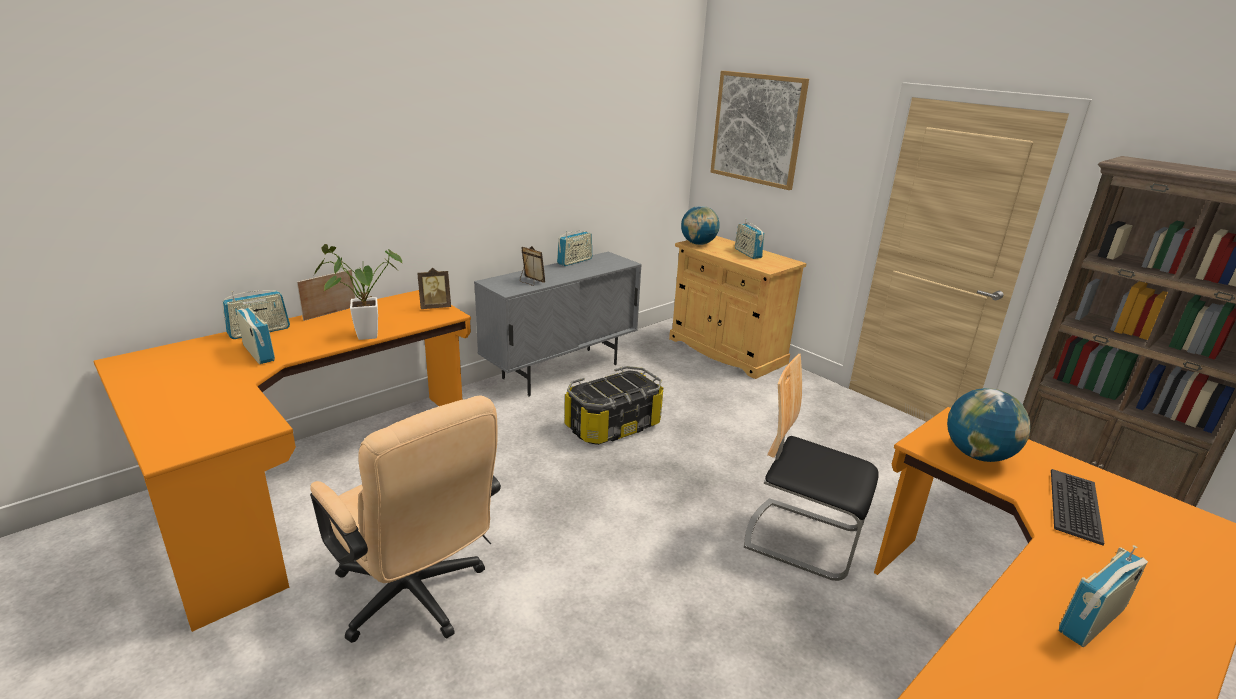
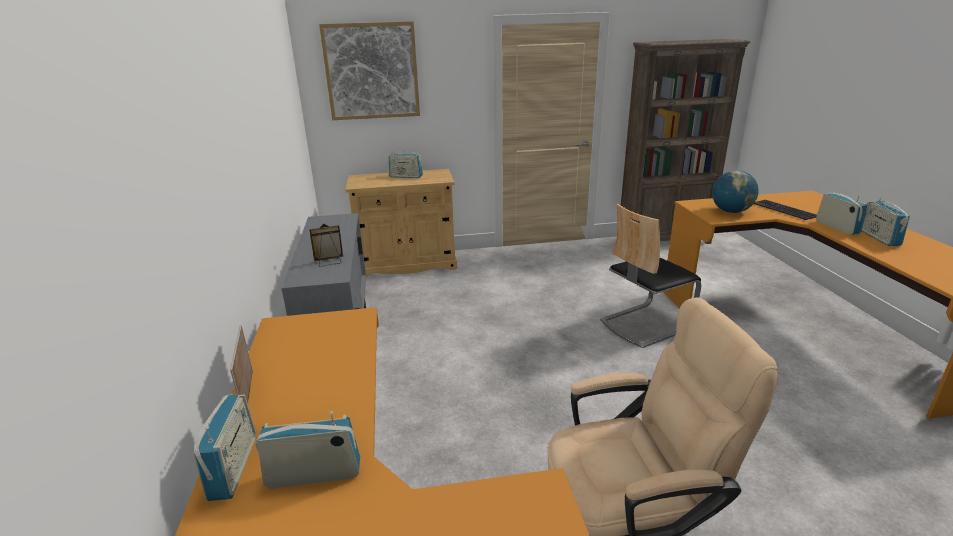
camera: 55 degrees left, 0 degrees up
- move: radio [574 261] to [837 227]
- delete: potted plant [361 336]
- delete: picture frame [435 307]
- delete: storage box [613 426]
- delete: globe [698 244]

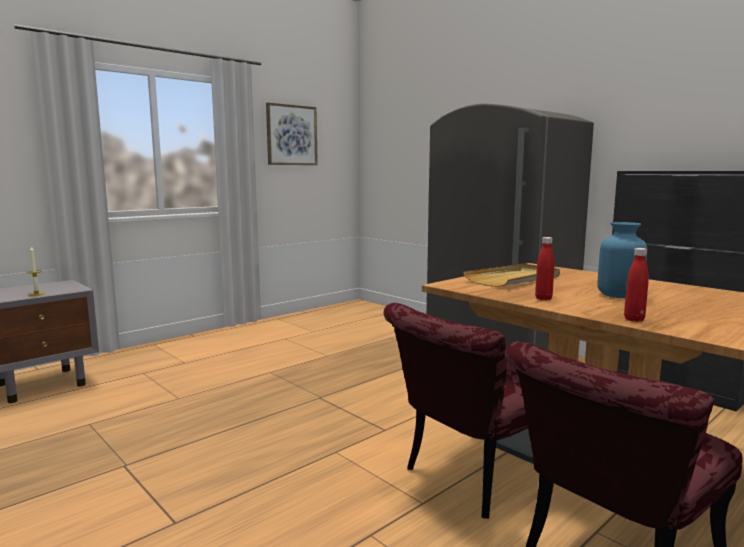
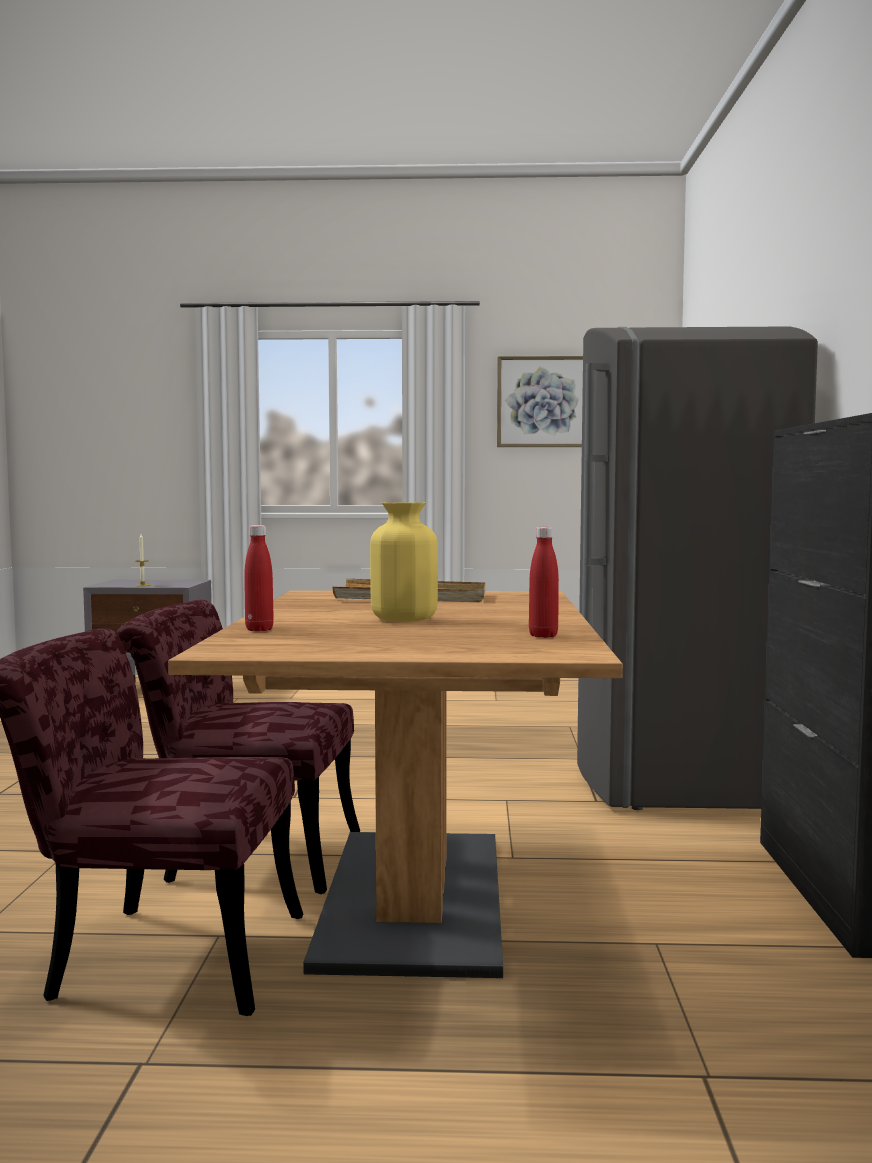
camera: 45 degrees right, 5 degrees down
- recolor: vase (blue) [619 295] to vase (yellow) [404 619]
- move: bottle (red) [543 298] to [543 636]

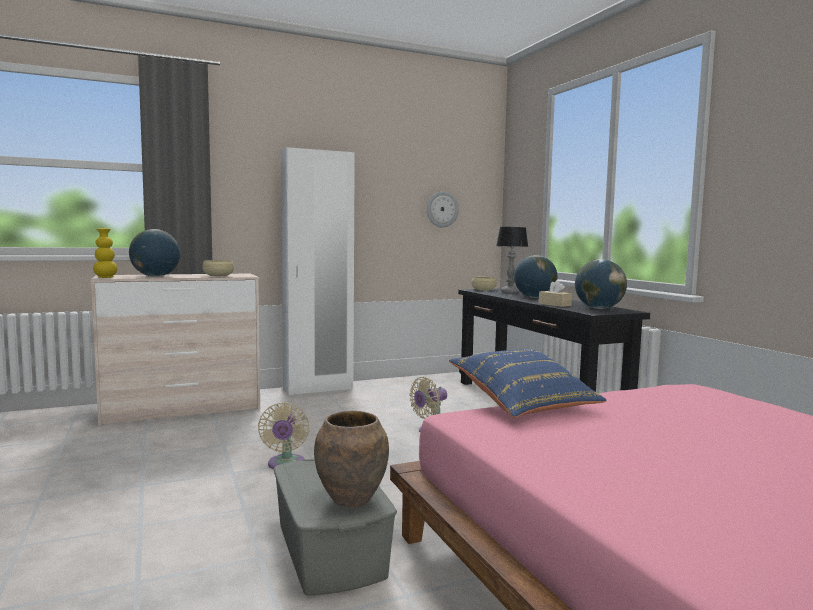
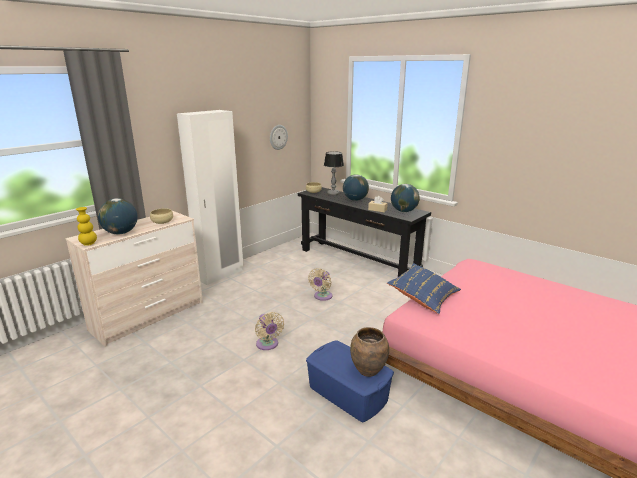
camera: 25 degrees left, 15 degrees up
- recolor: storage box (grey) [329 550] to storage box (blue) [348 394]

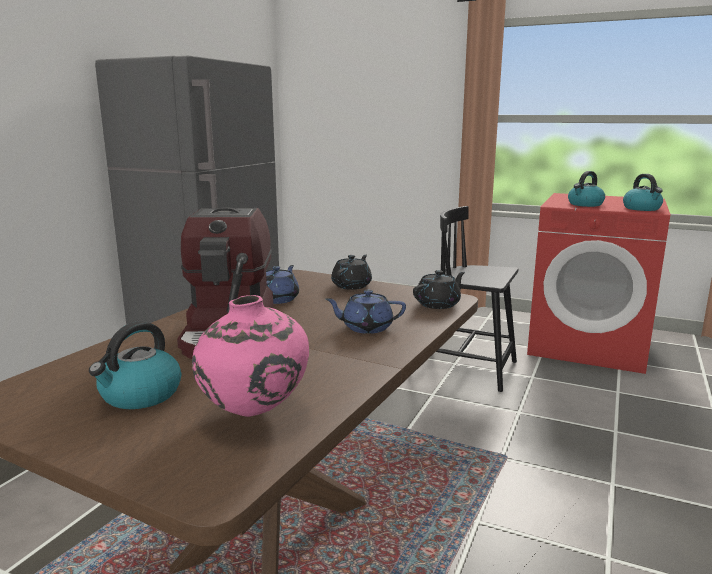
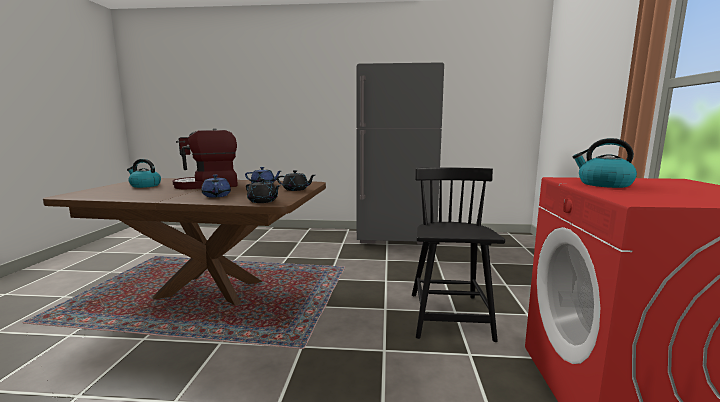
camera: 70 degrees right, 5 degrees down
- delete: vase (pink) [254 414]
- delete: kettle [642 208]

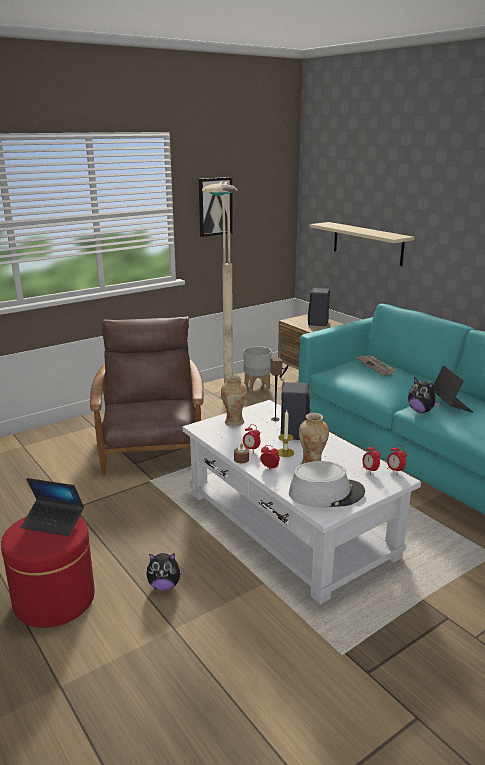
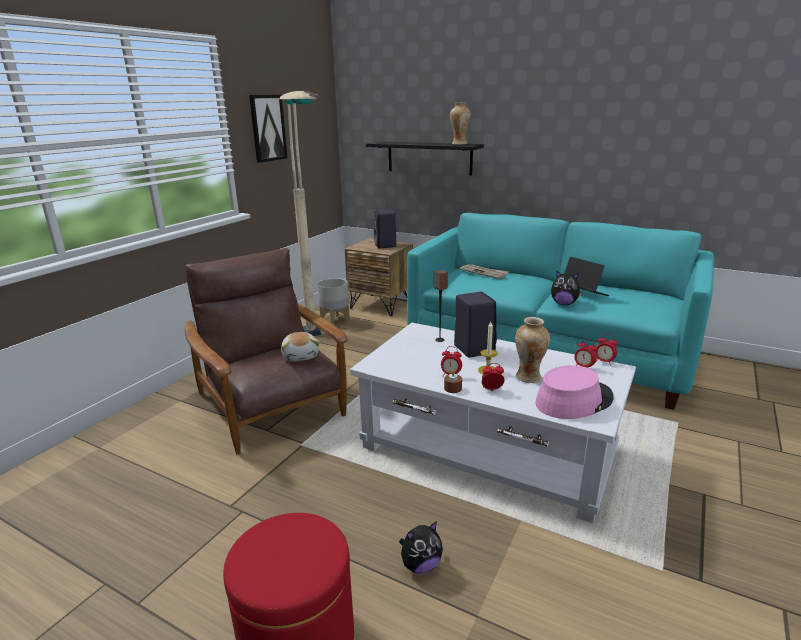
camera: 25 degrees left, 0 degrees up
- insert: plush toy [301 356]
- recolor: shelf (beige) [367 243] to shelf (black) [429 158]
- move: vase [234 422] to [459 144]
- recolor: hat (grey) [326 493] to hat (pink) [573 400]
- delete: laptop [53 522]

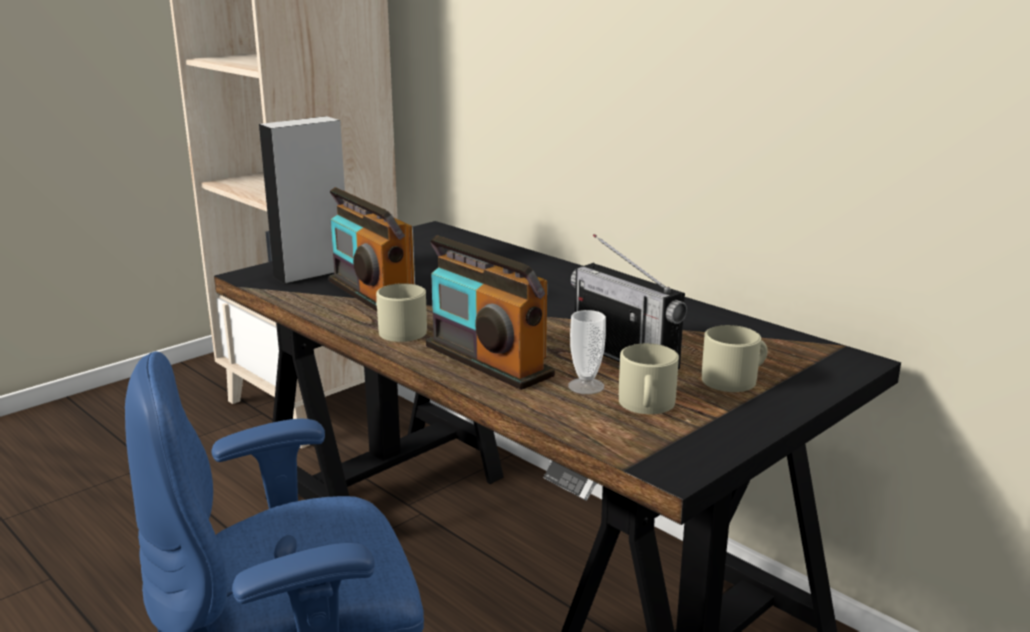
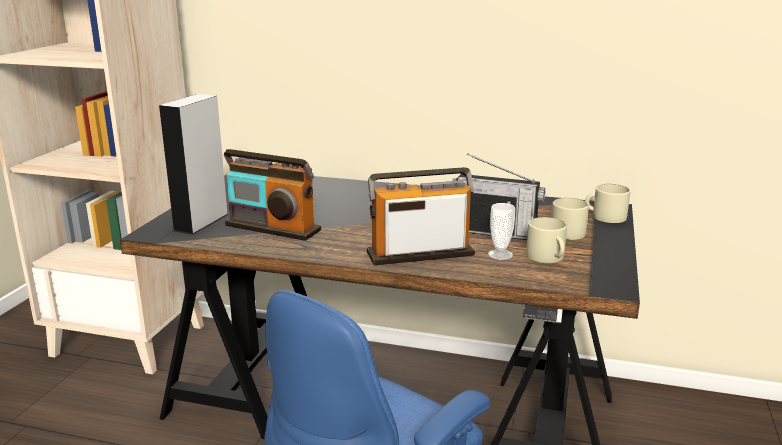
camera: 30 degrees left, 0 degrees up
- rotate: radio [487 361] = [420 254] 150 degrees clockwise
- move: mug (beige) [398 330] to [605 216]

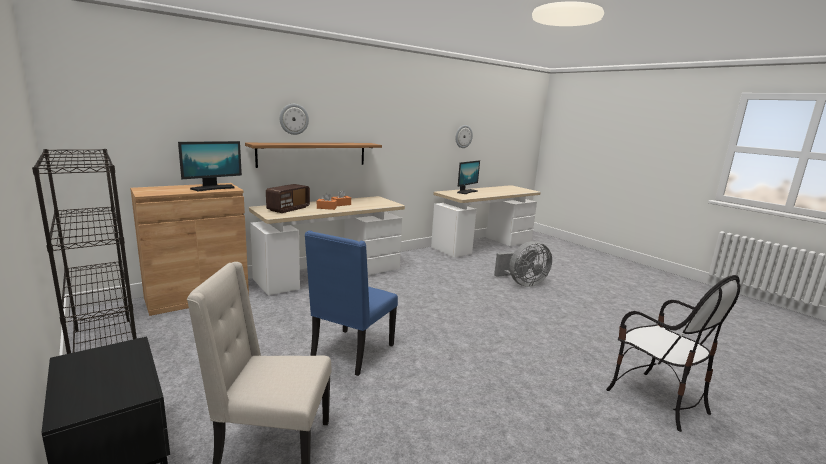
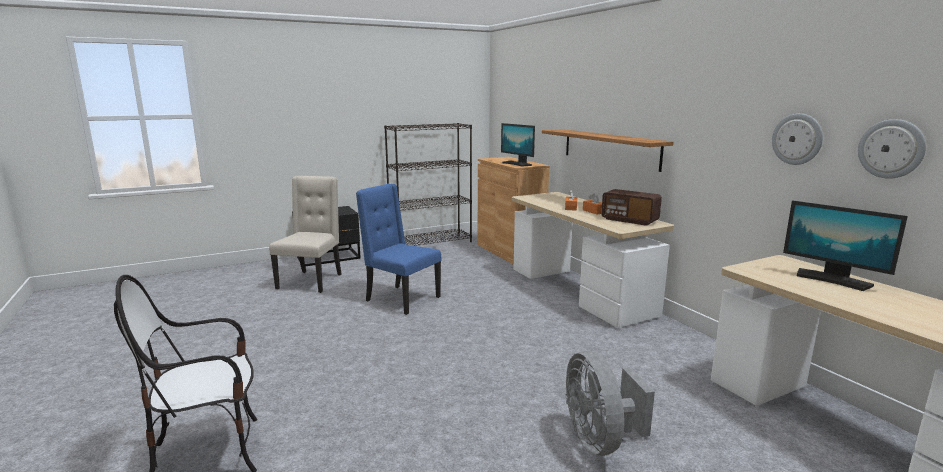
camera: 100 degrees right, 0 degrees up
- move: radio [288 209] to [629 220]
- move: wall clock [294 119] to [797 139]

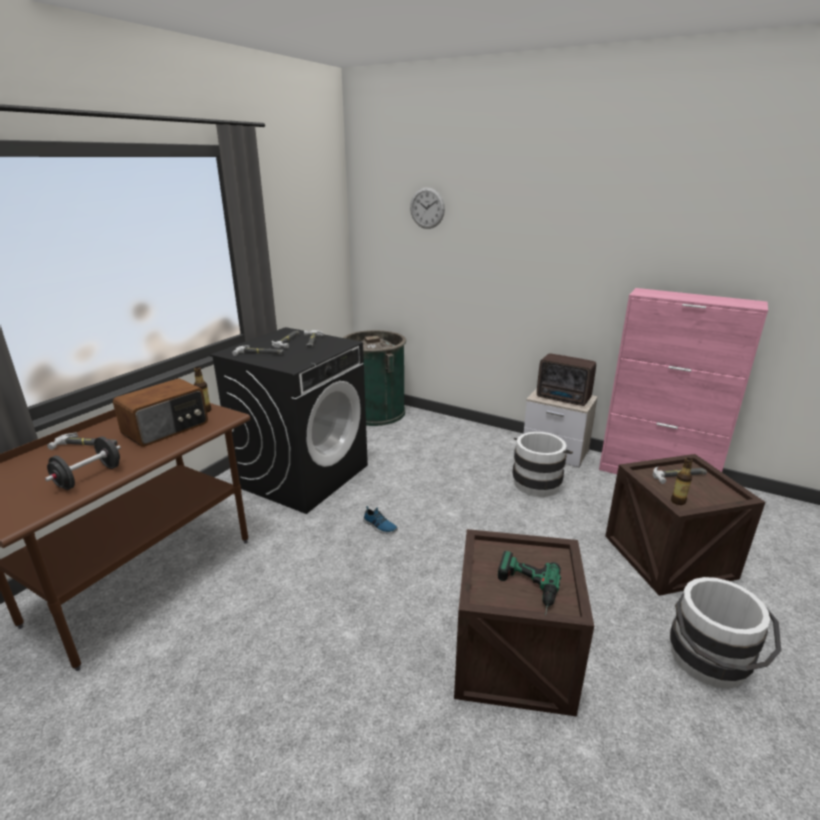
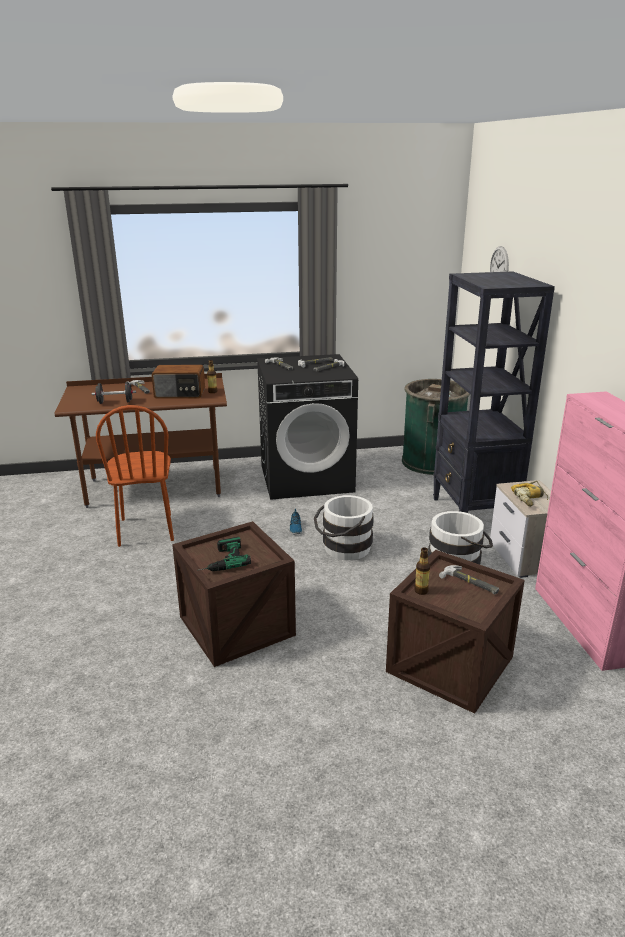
camera: 50 degrees right, 0 degrees up
- insert: chair (brown) [146 530]
- move: bucket (white) [710 664] to [343 549]
- insert: bookcase (black) [473 514]
- replace: radio [564 399] to power drill [530 498]

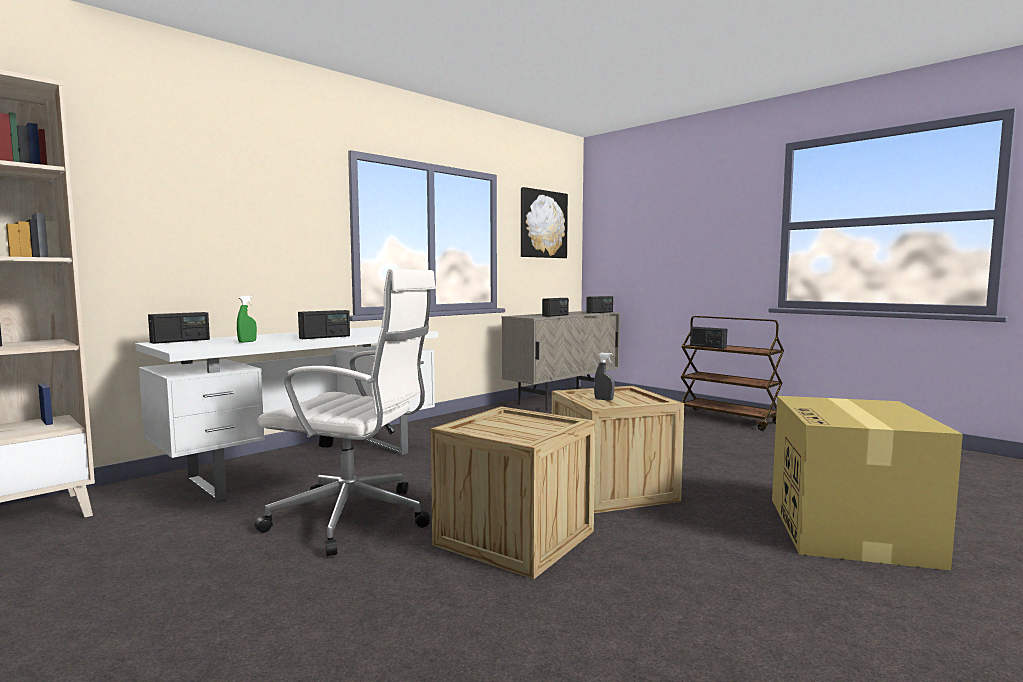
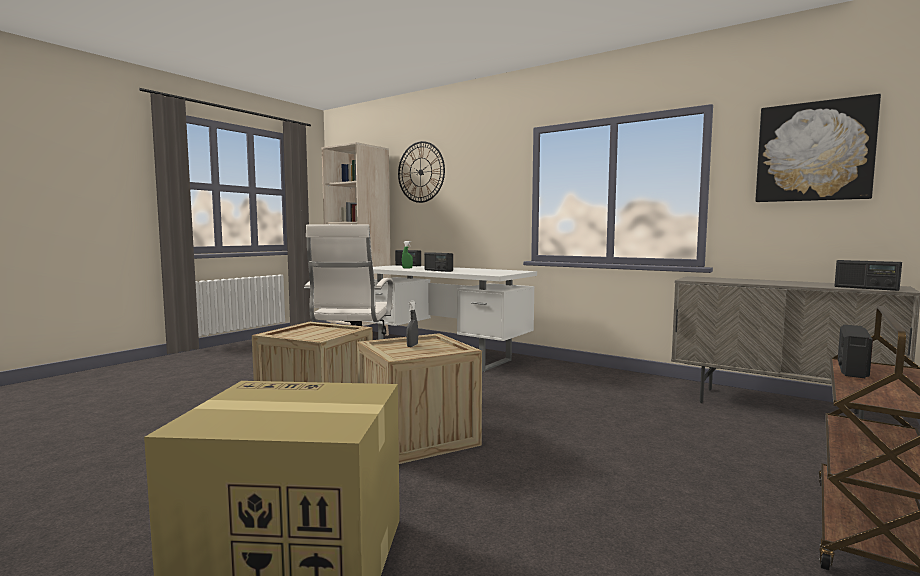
camera: 80 degrees right, 0 degrees up
- insert: wall clock [420 172]
- delete: radio [555 315]

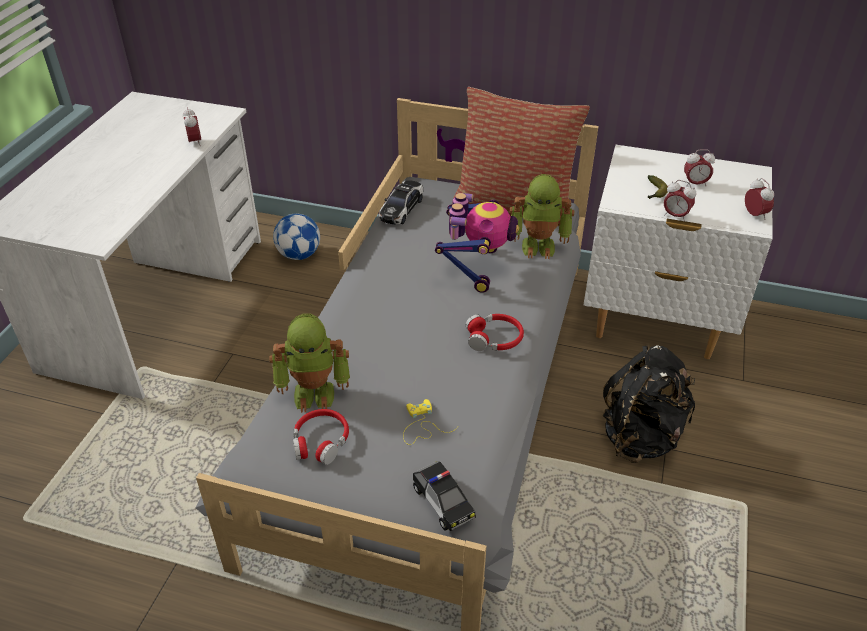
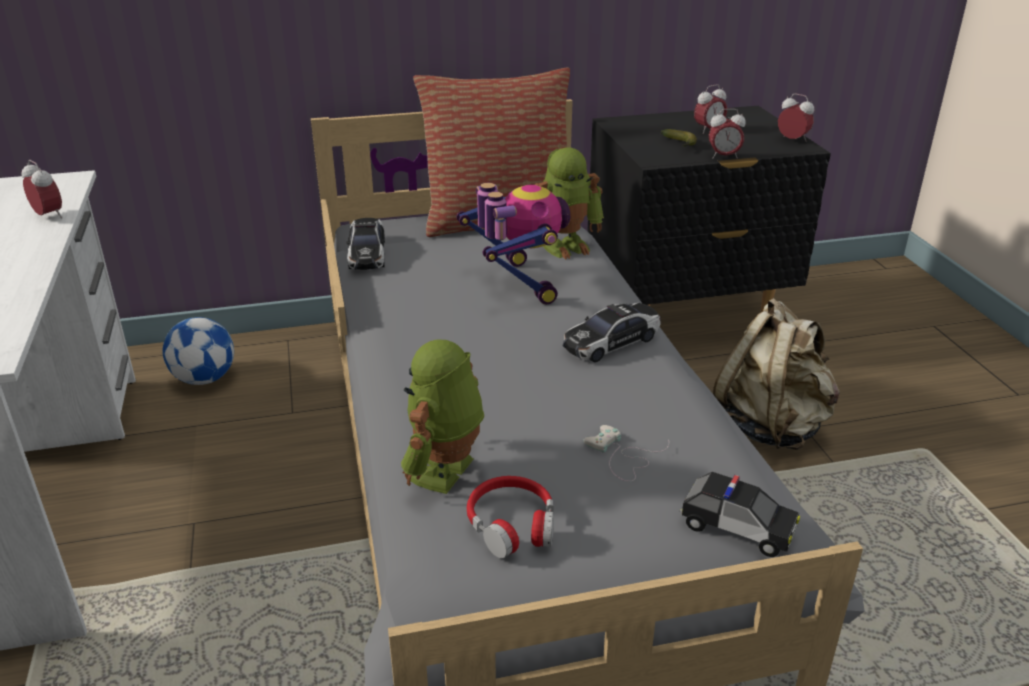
camera: 30 degrees left, 10 degrees down
- rotate: toy robot [314 392] = [446 472] 150 degrees clockwise
- replace: headphones (red) [494 339] to toy car [611 342]
- recolor: game controller (yellow) [422 425] to game controller (white) [623 456]
- recolor: nightstand (white) [656 323] to nightstand (black) [685 319]
- recolor: backpack (black) [641 436] to backpack (beige) [772 426]

